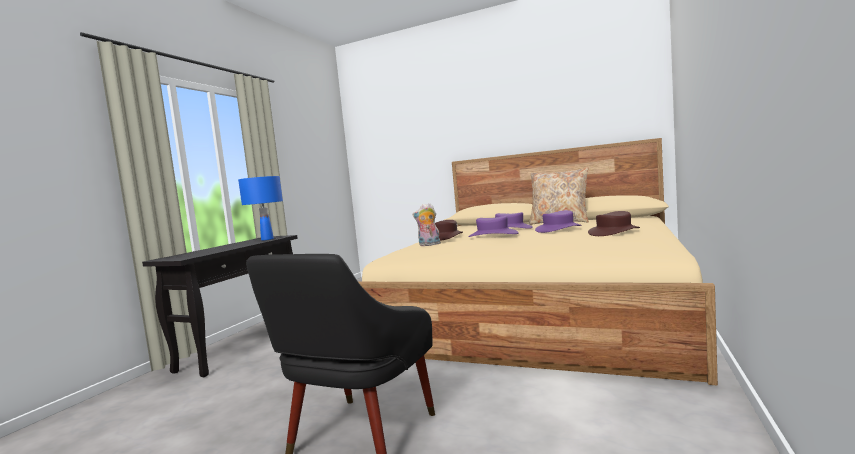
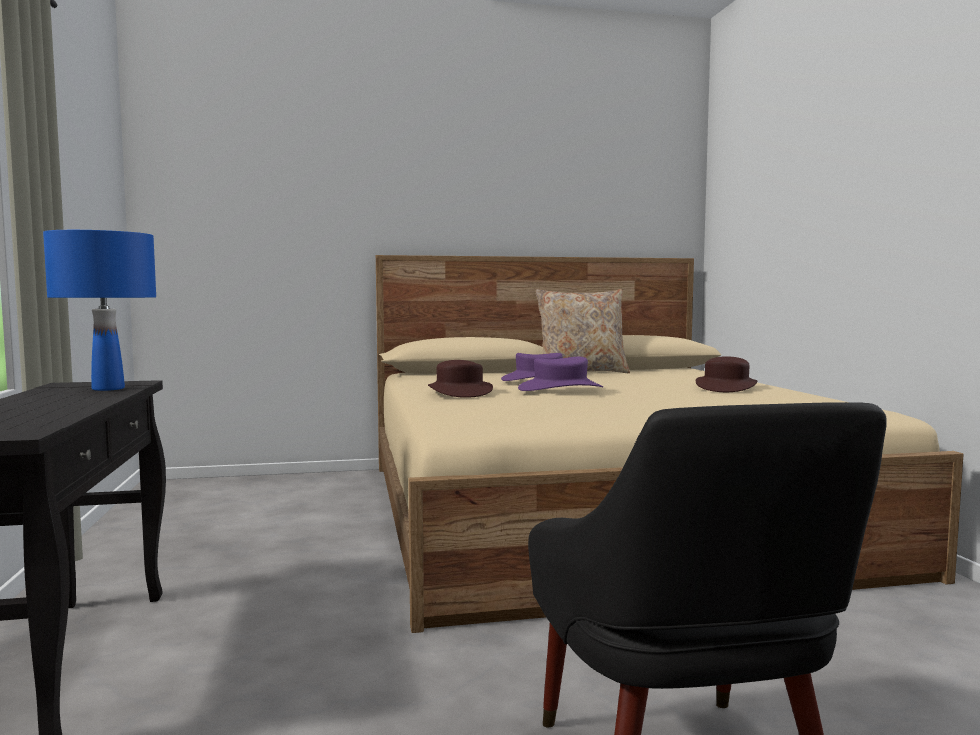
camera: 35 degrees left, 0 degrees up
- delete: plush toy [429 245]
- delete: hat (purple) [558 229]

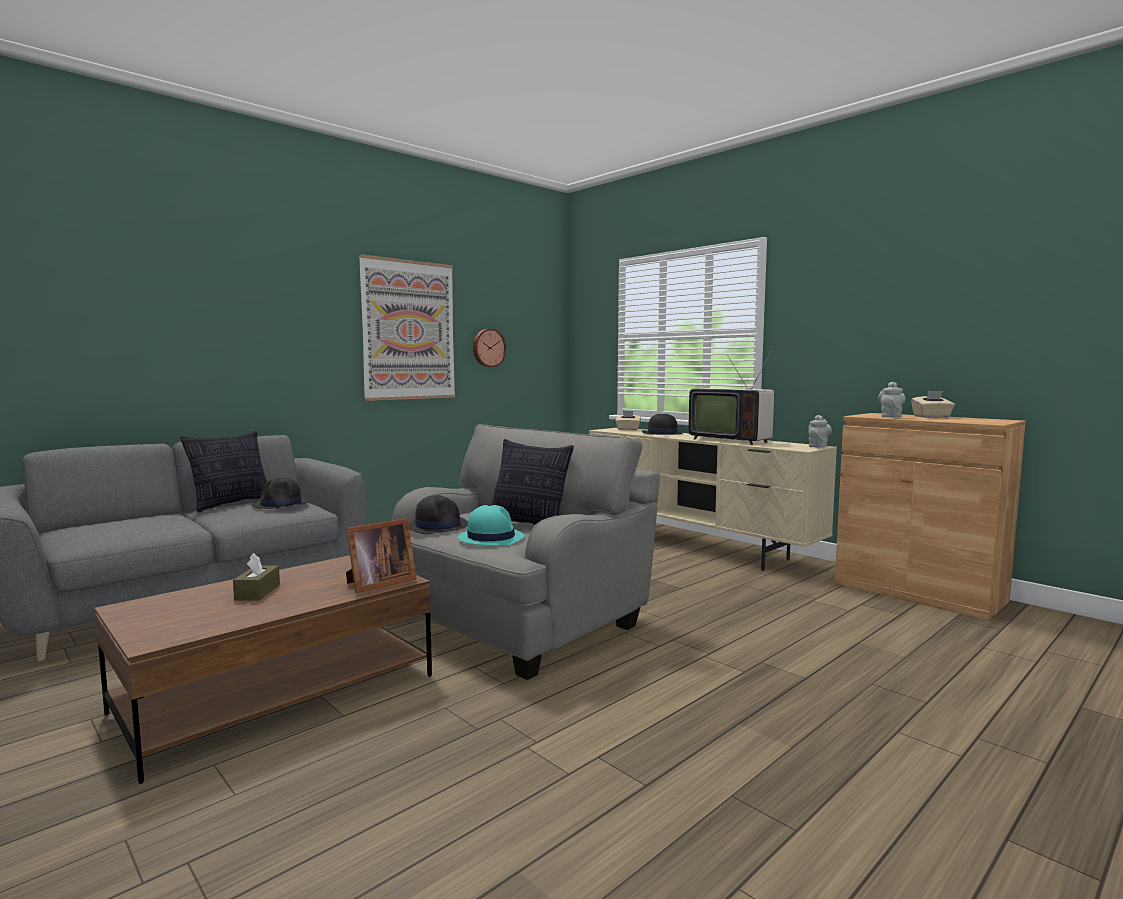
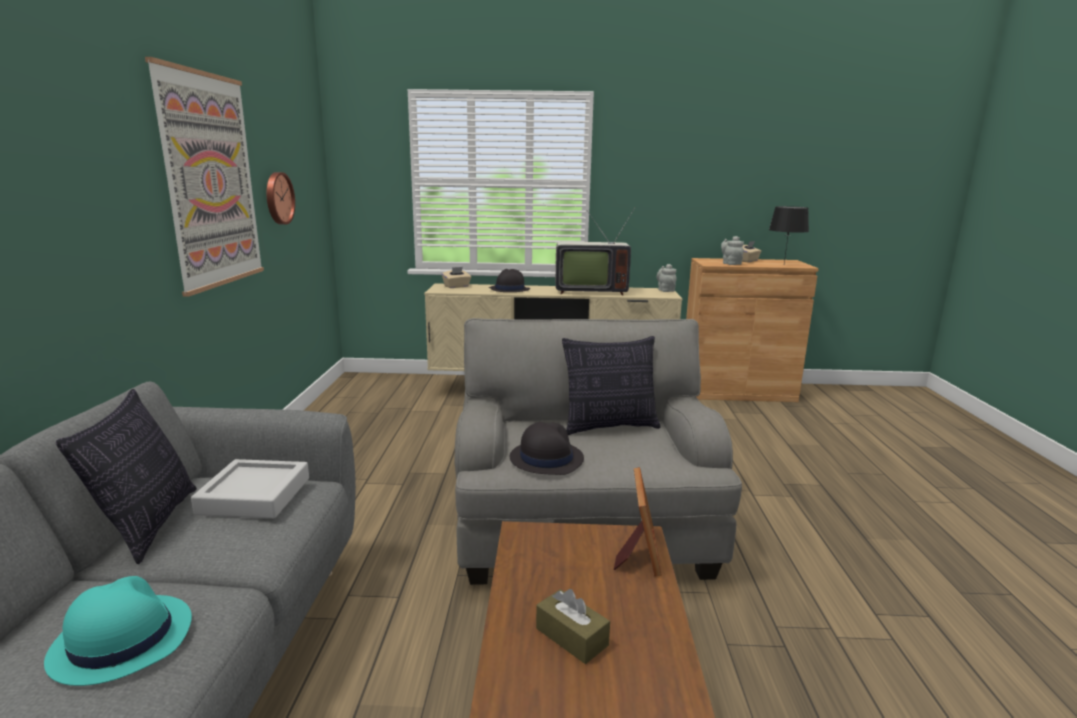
camera: 45 degrees left, 10 degrees up
- move: hat (turquoise) [490 538] to [121 639]
- replace: hat (black) [281 504] to tray (grey) [254 496]
- insert: table lamp (black) [784 264]

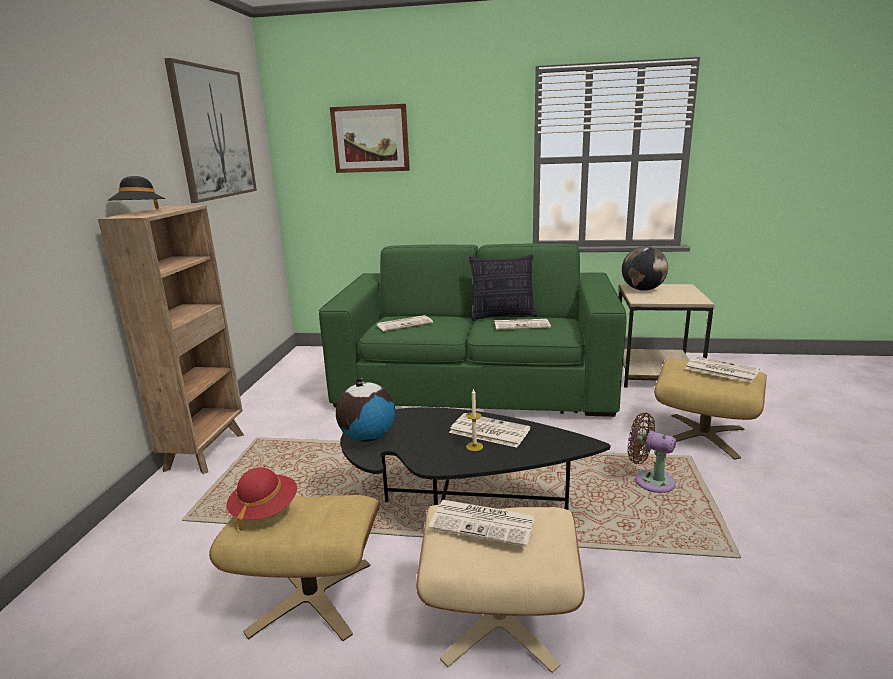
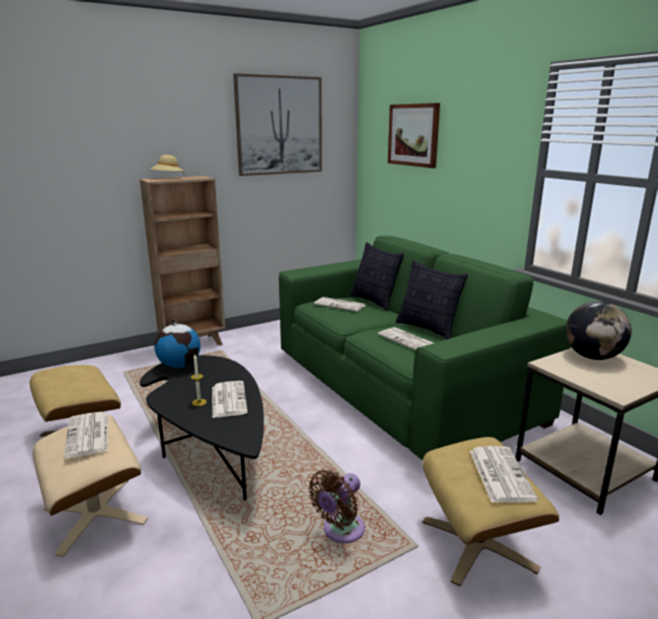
camera: 50 degrees right, 0 degrees up
- recolor: hat (black) [139 212] to hat (beige) [167 178]
- rotate: fan (brown) [650 480] = [340 531] 135 degrees counterclockwise
- insert: pillow [374 302]
- delete: hat (red) [264 510]

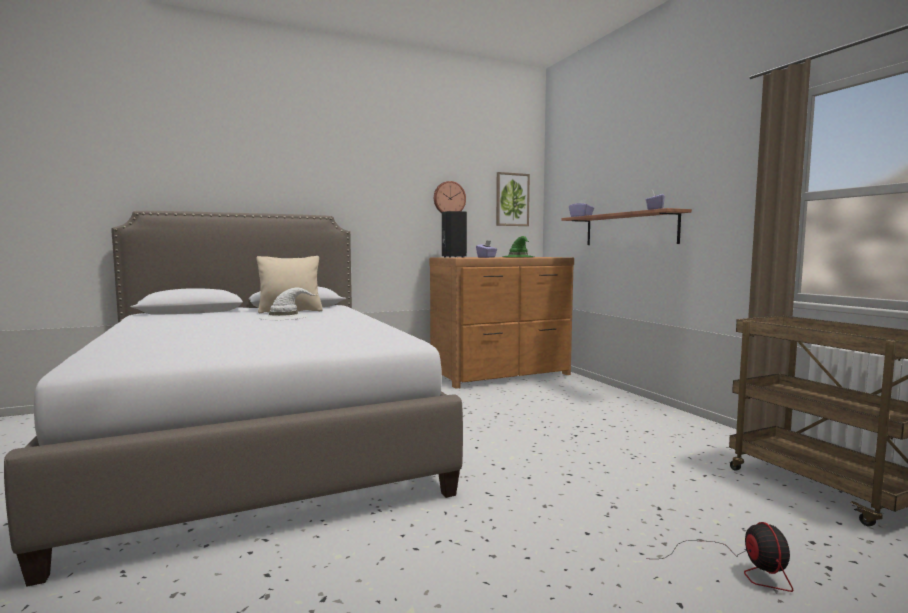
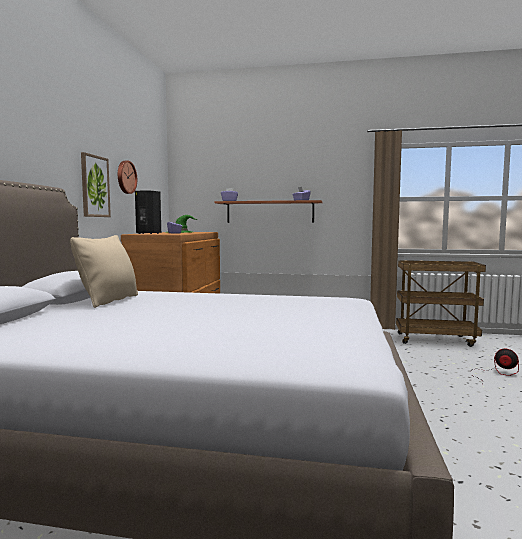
camera: 55 degrees left, 0 degrees up
- move: picture [512 199] to [94 186]
- delete: hat (white) [284 317]

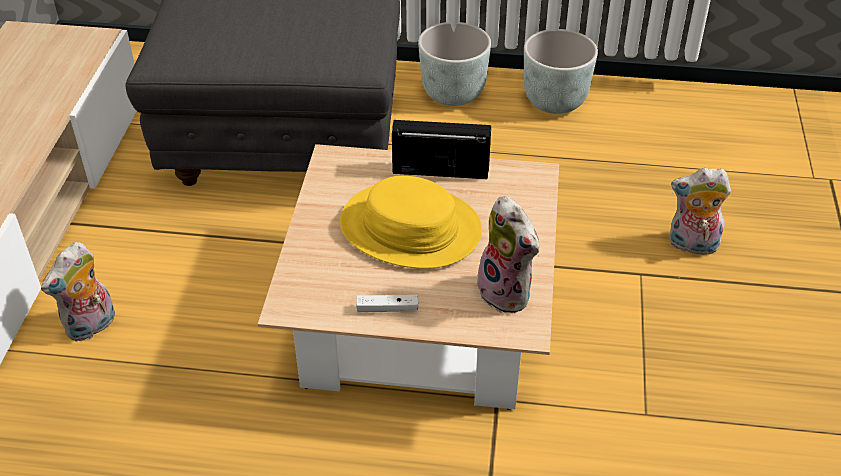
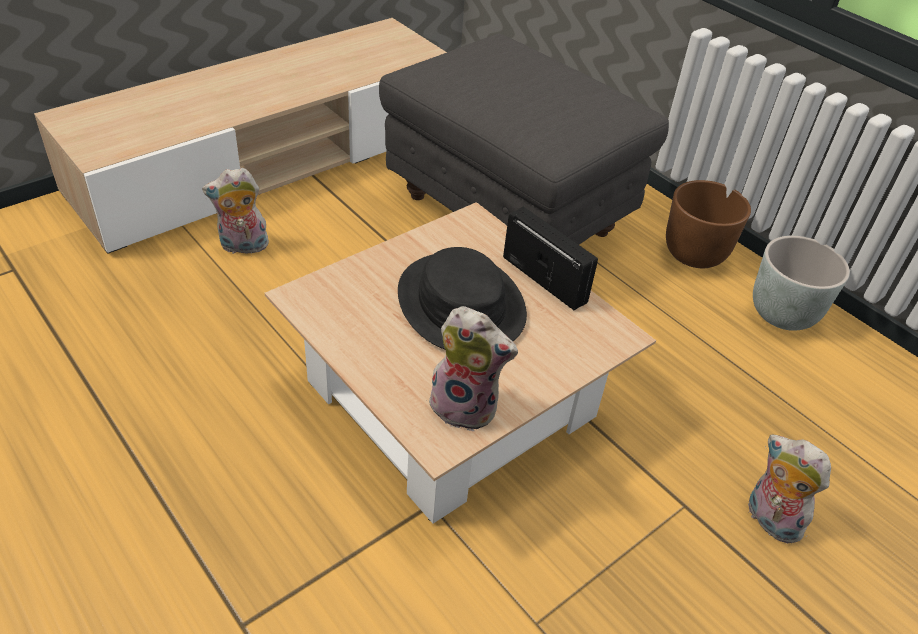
camera: 40 degrees right, 0 degrees up
- recolor: hat (yellow) [410 228] to hat (black) [460 304]
- rotate: plush toy [508 293] = [466 406] 75 degrees counterclockwise
- recolor: planter (grey) [454 95] to planter (brown) [694 256]
- delete: game controller (white) [387 308]

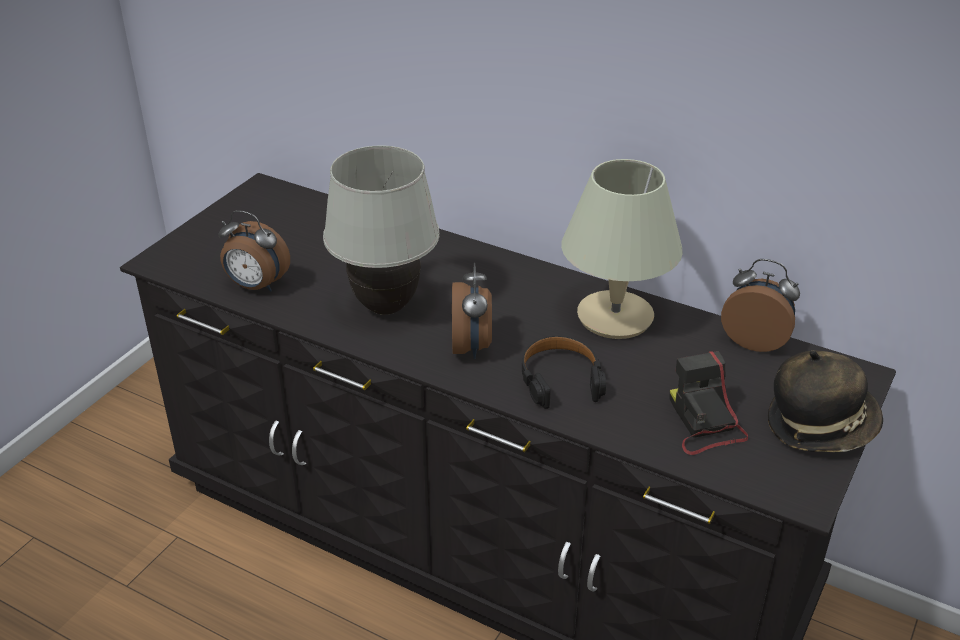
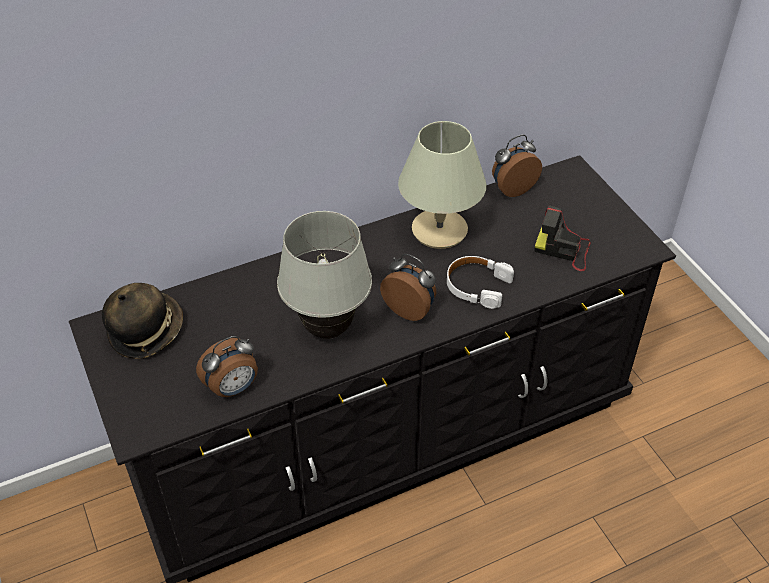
camera: 55 degrees left, 10 degrees up
- move: hat [820 425] to [146 331]
- recolor: headphones (black) [560 379] to headphones (white) [477 286]

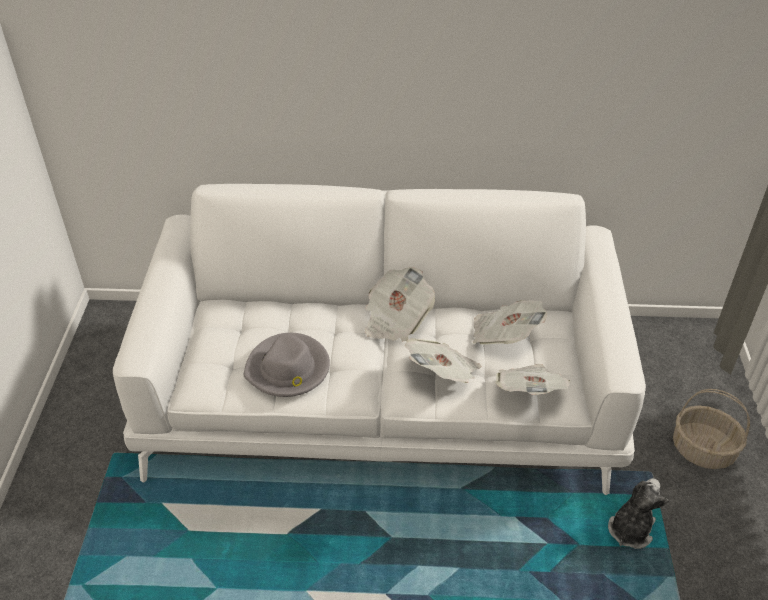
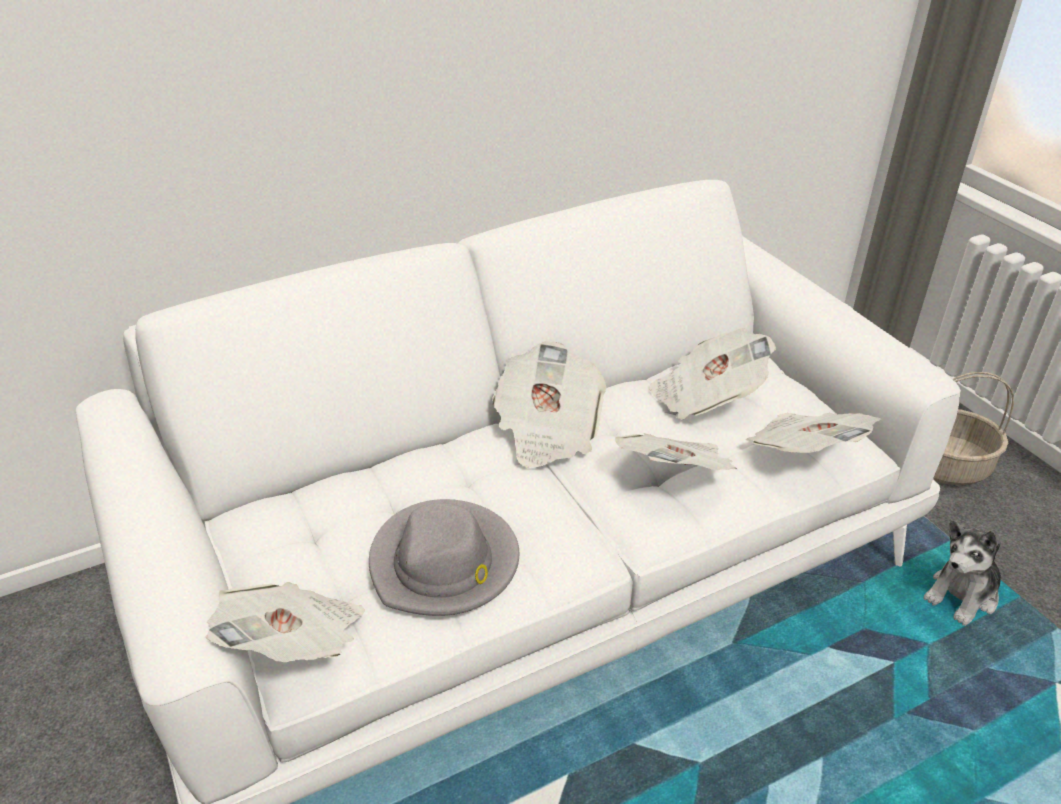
camera: 30 degrees left, 5 degrees down
- insert: newspaper [294 644]
- rotate: plush toy [630 529] = [962 595] 135 degrees counterclockwise

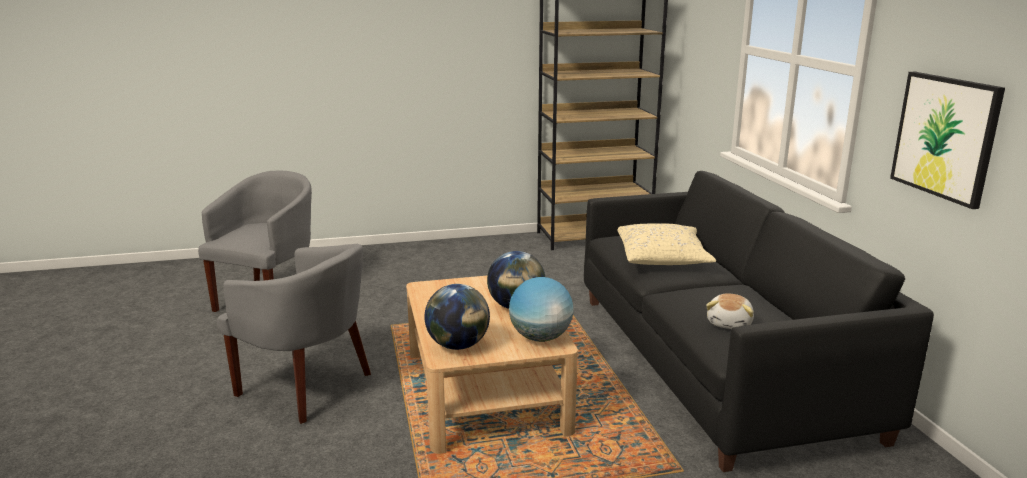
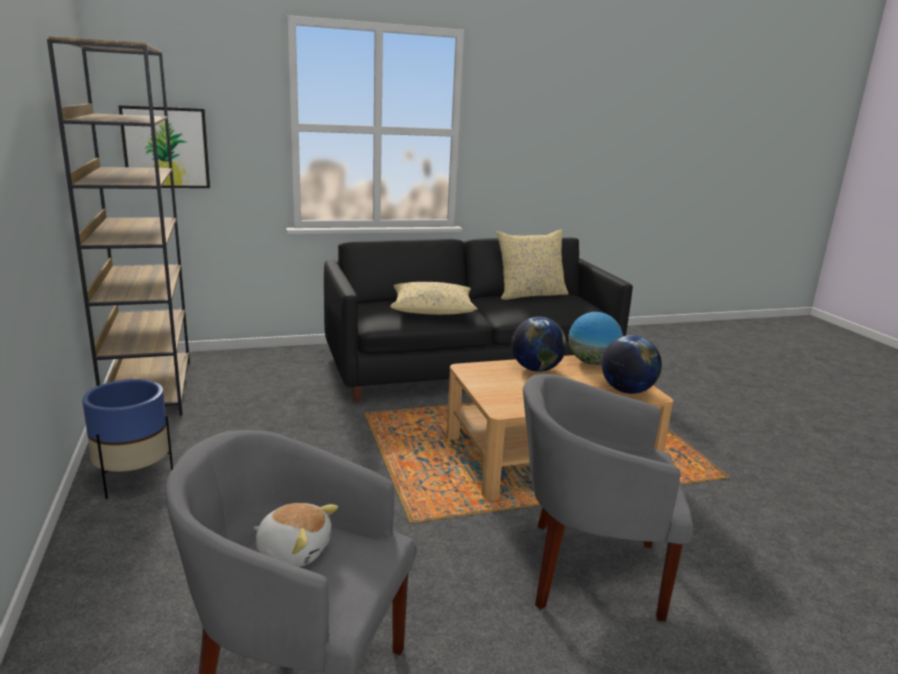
camera: 95 degrees left, 0 degrees up
- insert: planter (blue) [134 479]
- move: picture [945 137] to [166 147]
- move: plush toy [730 323] to [294 550]
- insert: pillow (beige) [530 294]
- rotate: armchair (grey) [307 387] = [588 569] 105 degrees counterclockwise

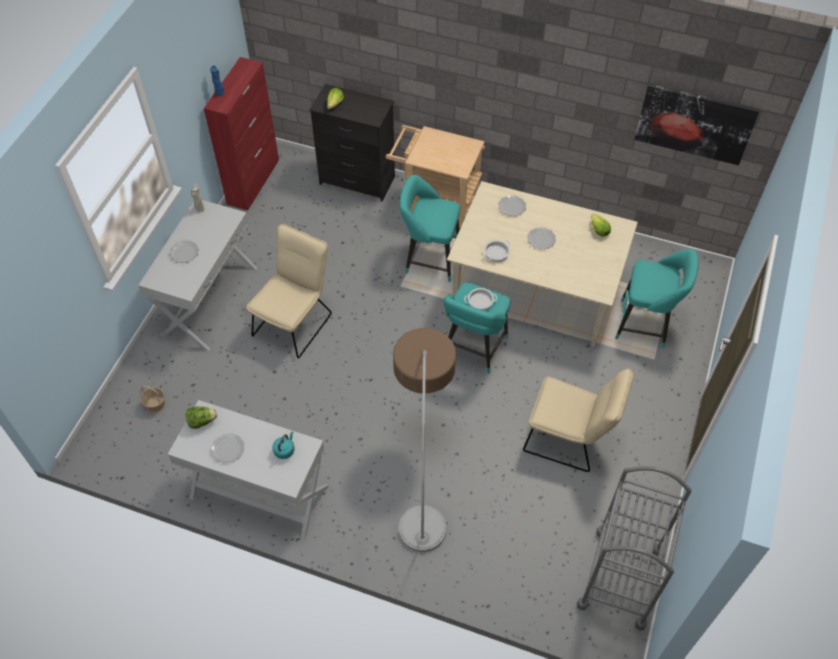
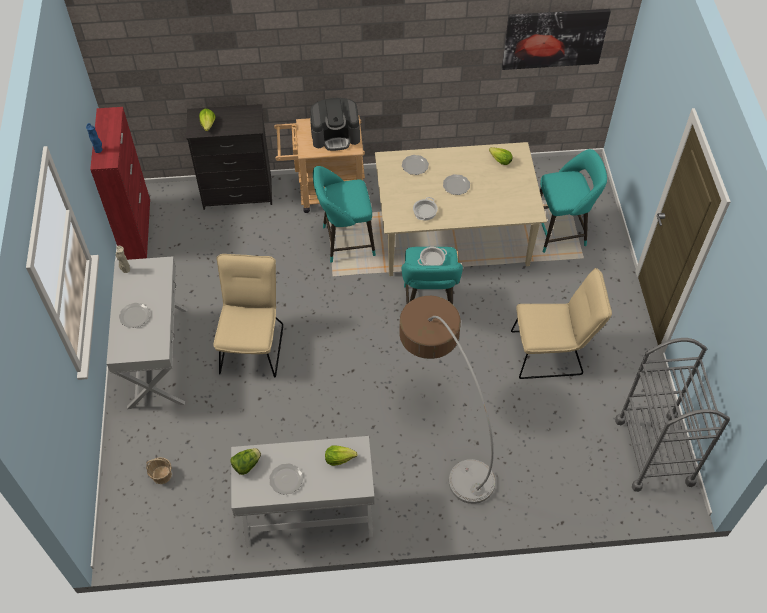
camera: 25 degrees left, 0 degrees up
- insert: coffee machine [335 136]
- replace: kettle (turquoise) [285 450] to lettuce [339 458]

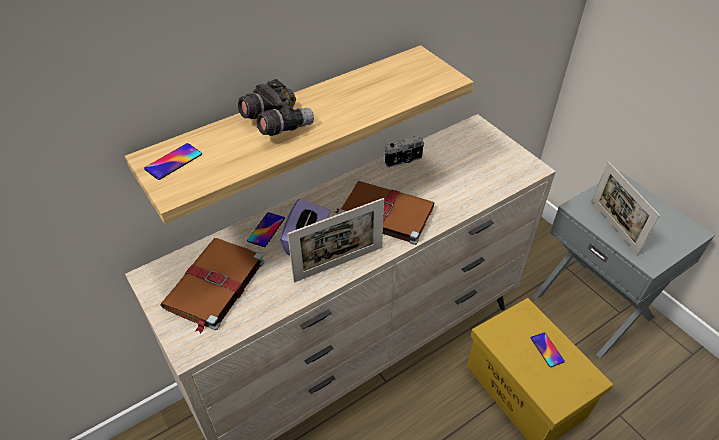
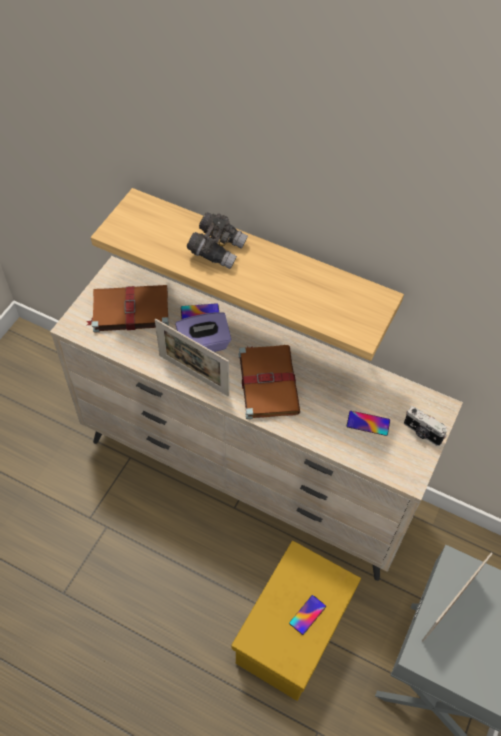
camera: 60 degrees right, 10 degrees up
- move: phone [173 162] to [368 423]
- move: photo camera [404 161] to [422 433]

